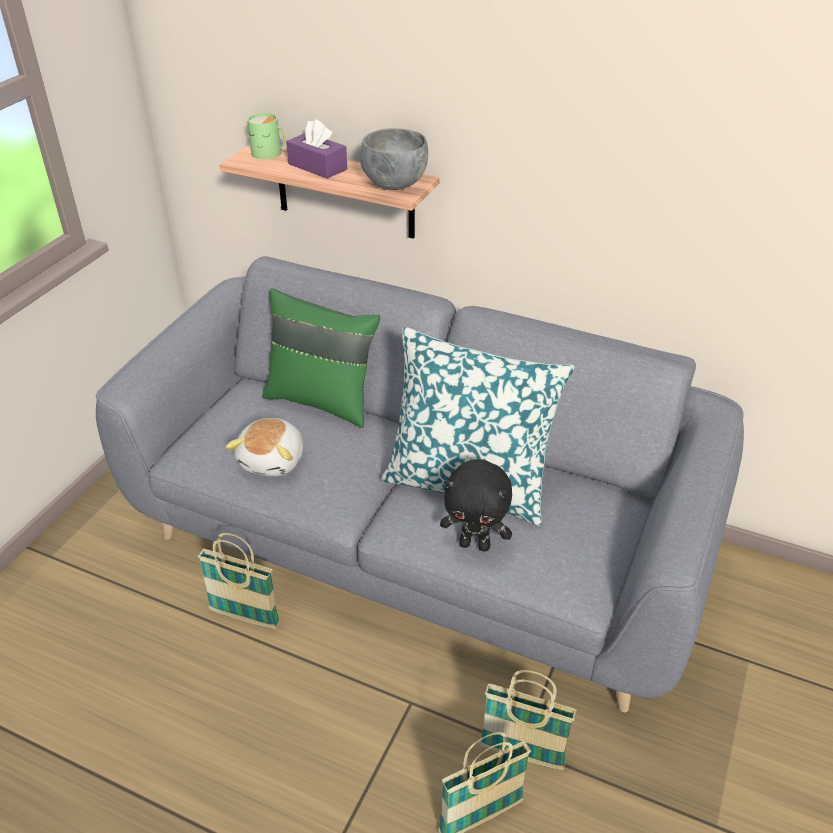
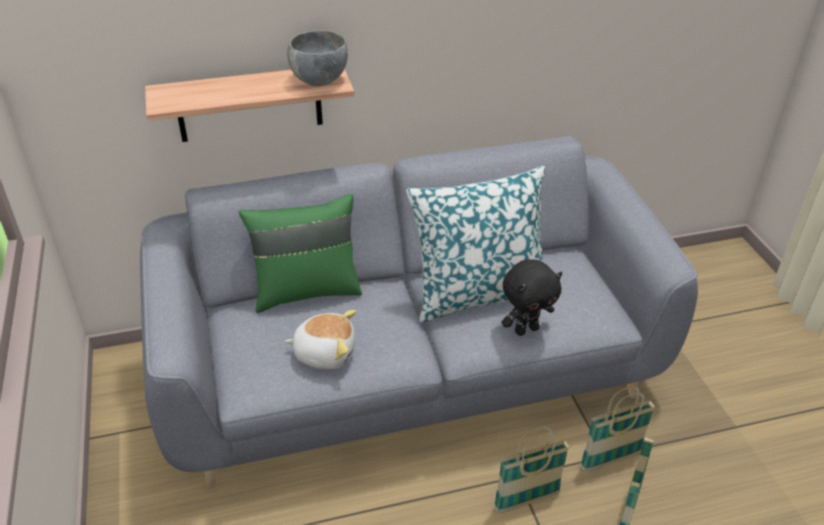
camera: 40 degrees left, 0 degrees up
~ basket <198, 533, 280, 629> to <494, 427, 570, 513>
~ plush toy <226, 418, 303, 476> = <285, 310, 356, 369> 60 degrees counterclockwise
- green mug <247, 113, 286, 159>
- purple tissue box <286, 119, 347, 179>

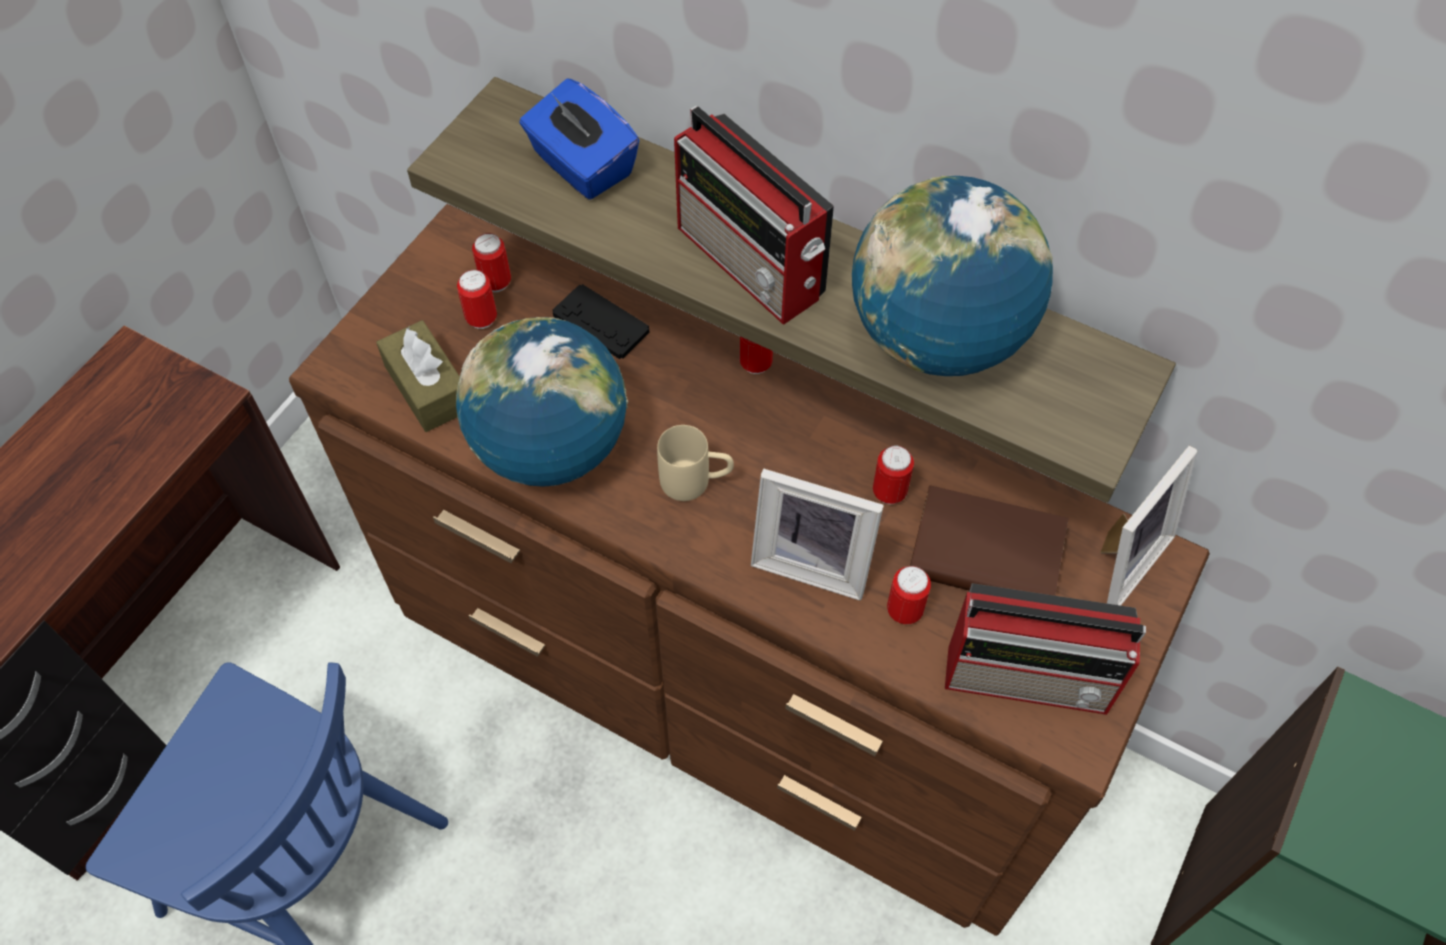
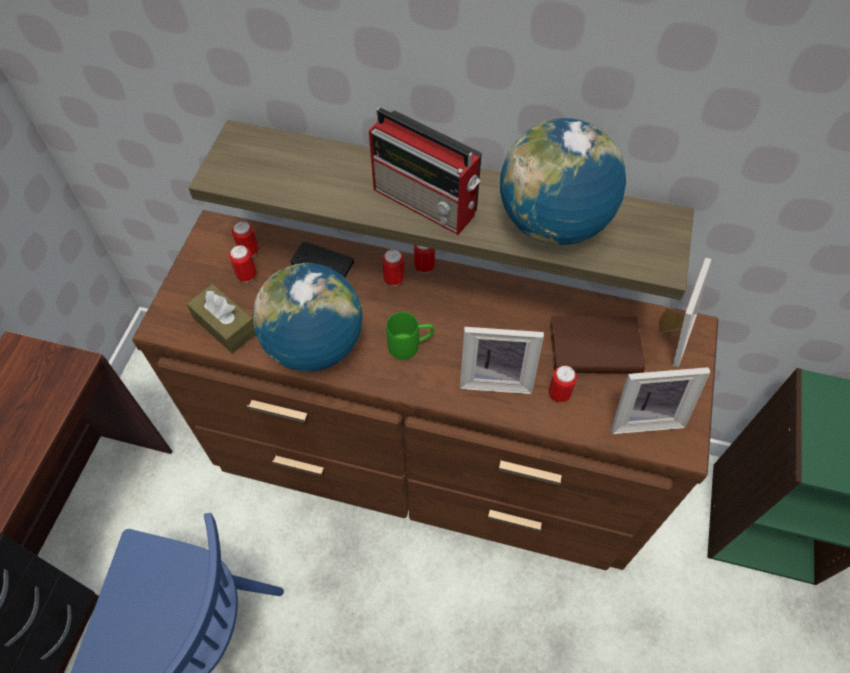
camera: 15 degrees left, 0 degrees up
- blue tissue box <520, 79, 639, 200>
~ beige mug <657, 425, 734, 501> to green mug <386, 312, 434, 360>
~ can <873, 445, 914, 504> to <382, 249, 404, 286>
~ radio <945, 583, 1146, 715> to picture frame <611, 367, 710, 434>

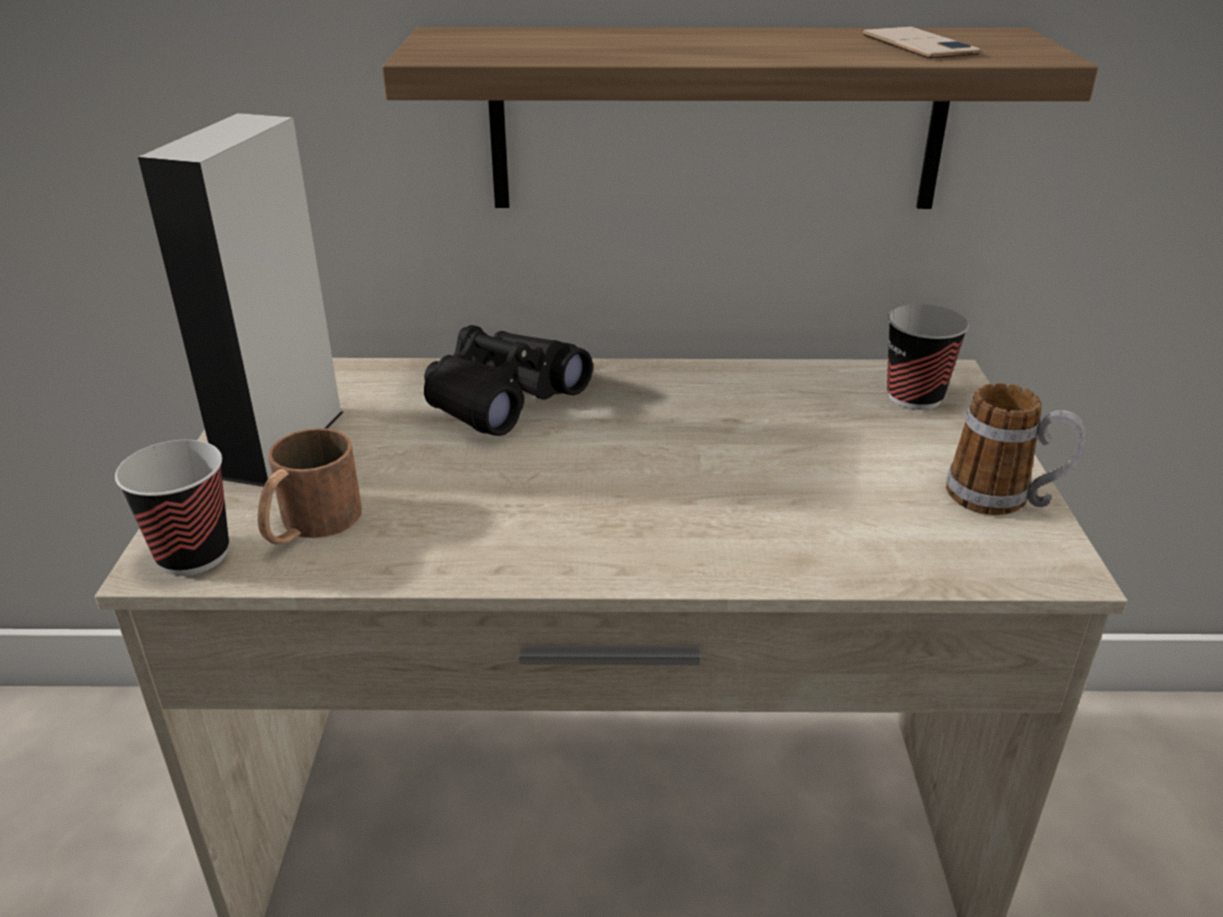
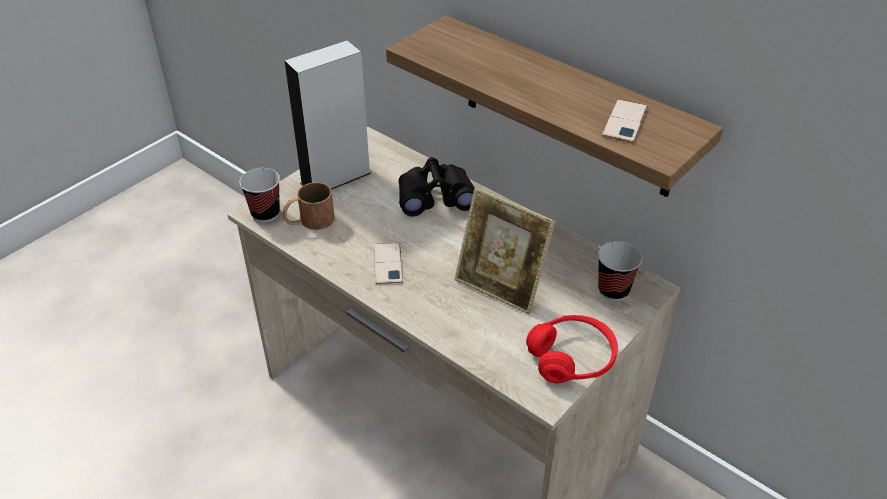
camera: 40 degrees right, 10 degrees up
~ mug <946, 383, 1086, 515> to red headphones <526, 315, 618, 383>
+ phone <374, 243, 403, 284>
+ picture frame <455, 187, 555, 315>

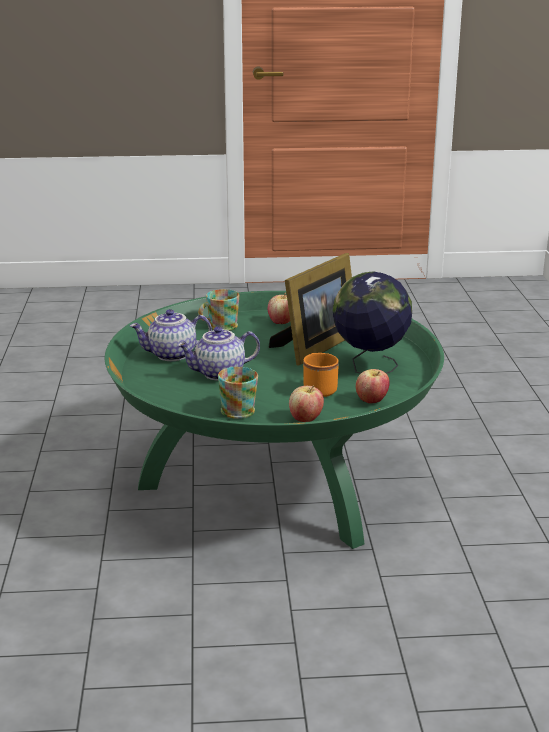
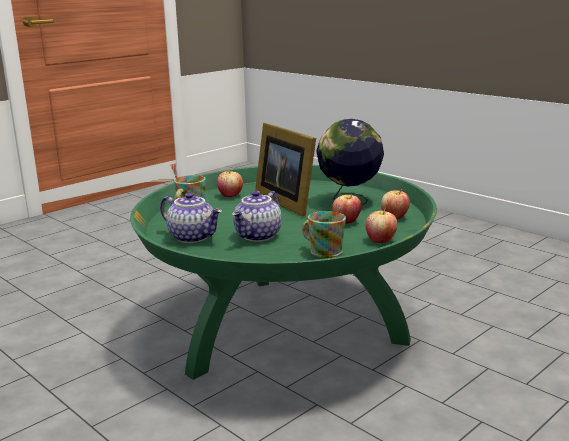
camera: 40 degrees left, 5 degrees down
~ teapot <130, 309, 212, 361> = <160, 192, 222, 243> 90 degrees counterclockwise
~ picture frame <269, 253, 352, 365> = <255, 123, 316, 217> 150 degrees clockwise
~ orange mug <303, 353, 339, 397> to apple <332, 195, 361, 224>

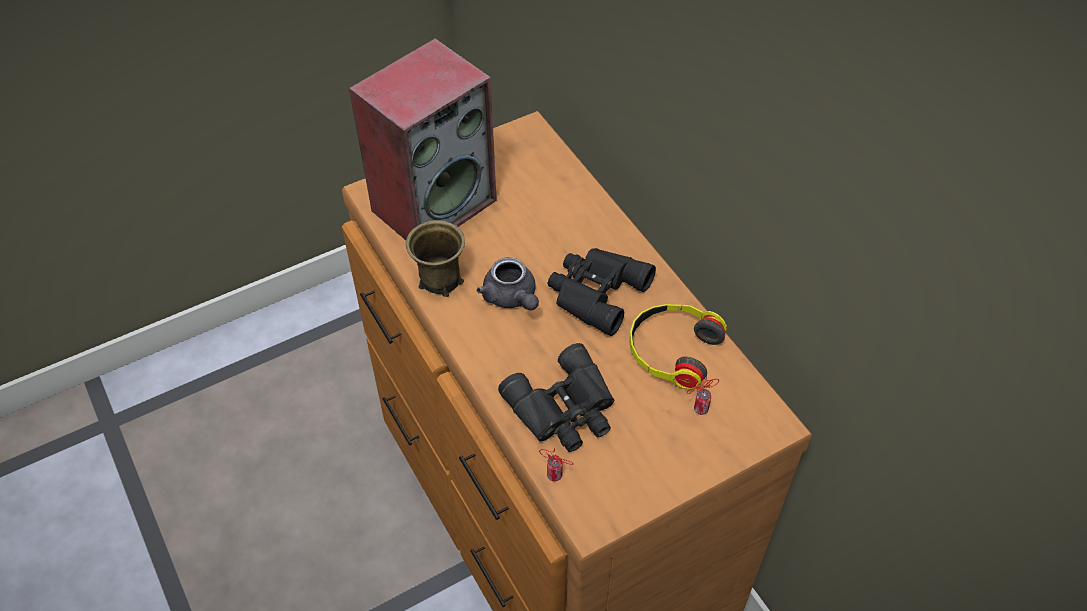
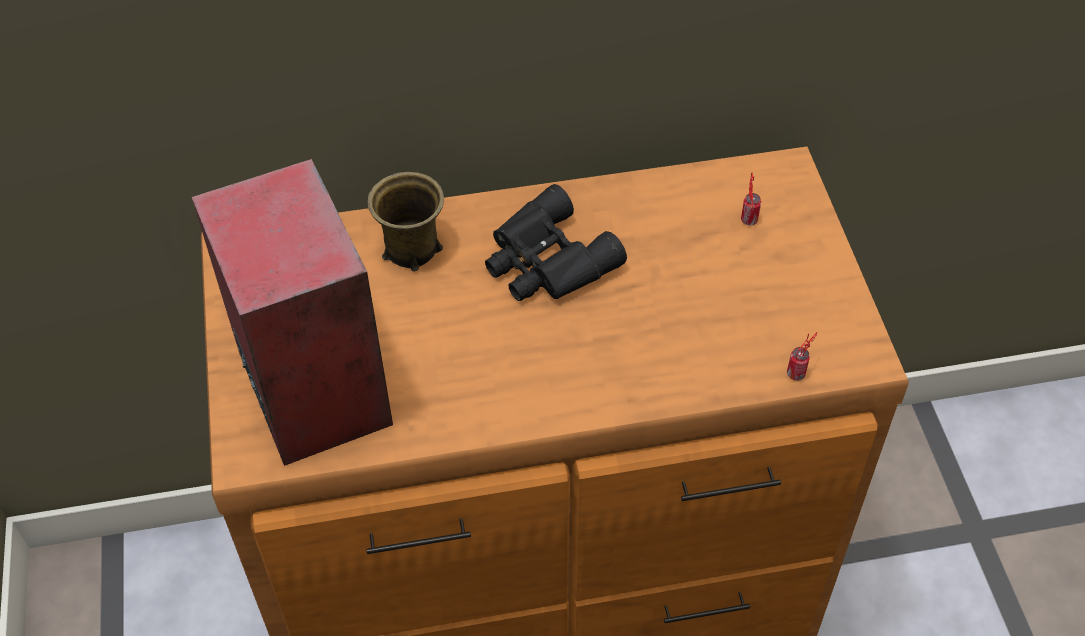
camera: 70 degrees left, 0 degrees up
~ brown mug <406, 220, 465, 297> to <368, 172, 444, 271>
- grey teapot <477, 257, 539, 310>
- black binoculars <498, 343, 614, 452>
- headphones <629, 304, 727, 389>

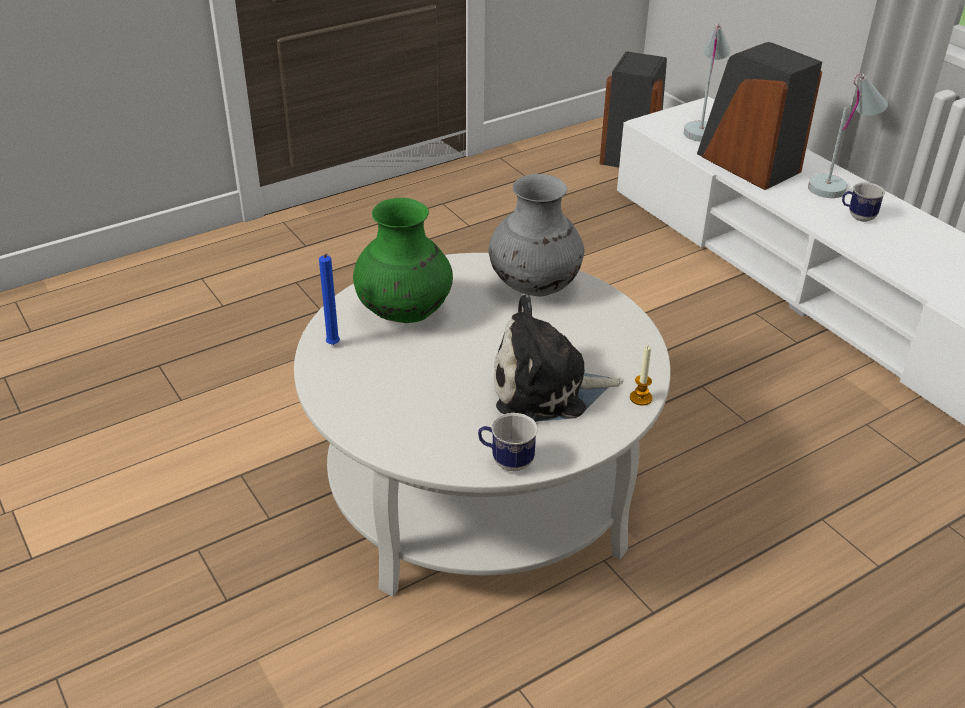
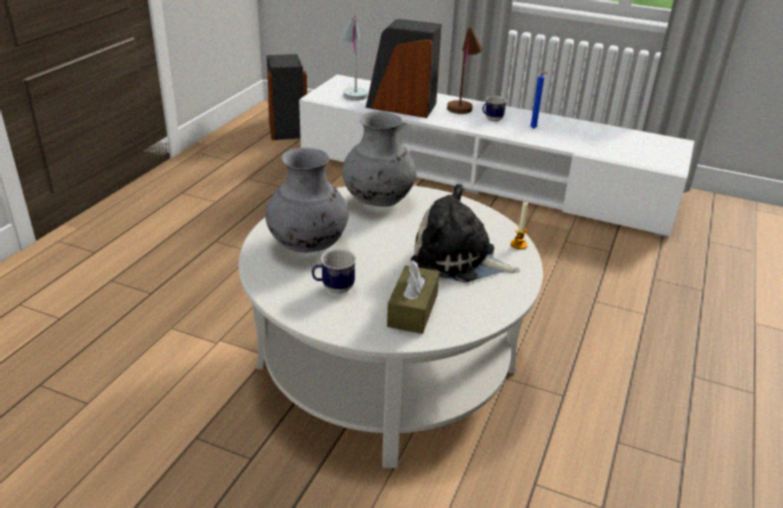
camera: 35 degrees left, 5 degrees down
~ blue candle <319, 254, 340, 345> to <530, 72, 548, 129>
~ green vase <353, 198, 453, 323> to grey vase <265, 148, 349, 253>
~ mug <478, 413, 538, 471> to <312, 249, 356, 294>
~ plush toy <494, 295, 623, 422> = <411, 184, 520, 283> 60 degrees clockwise
~ white table lamp <808, 73, 888, 198> to brown table lamp <447, 26, 482, 114>
+ brown tissue box <387, 260, 440, 334>

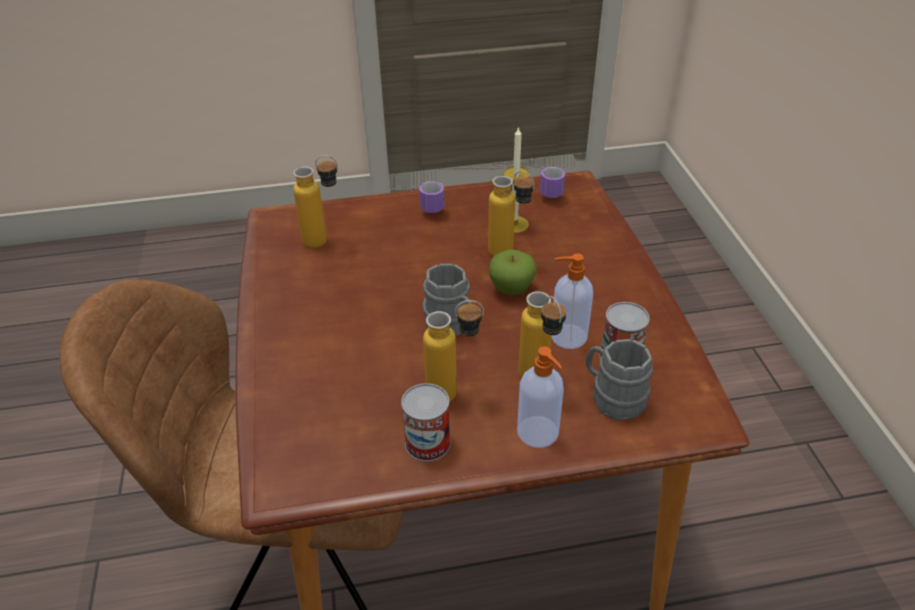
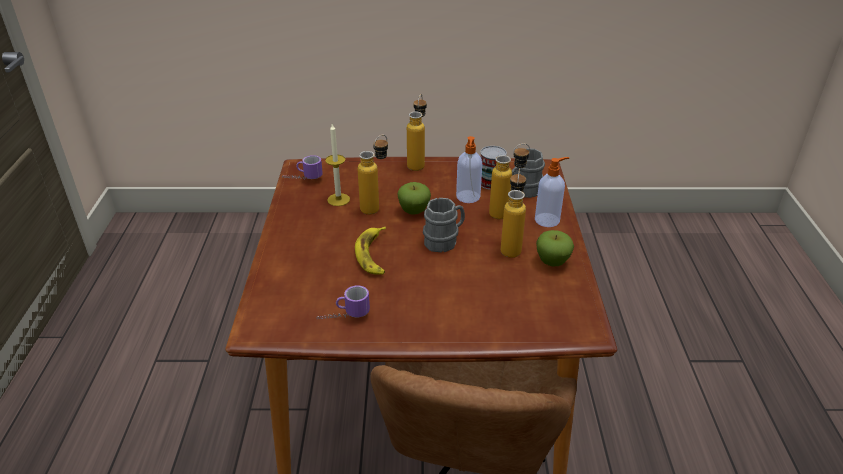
camera: 80 degrees left, 5 degrees down
~ bottle <293, 155, 338, 248> to <407, 94, 427, 171>
~ can <401, 383, 451, 462> to apple <536, 230, 574, 266>
~ mug <419, 181, 444, 213> to <317, 285, 370, 319>
+ banana <355, 226, 386, 275>

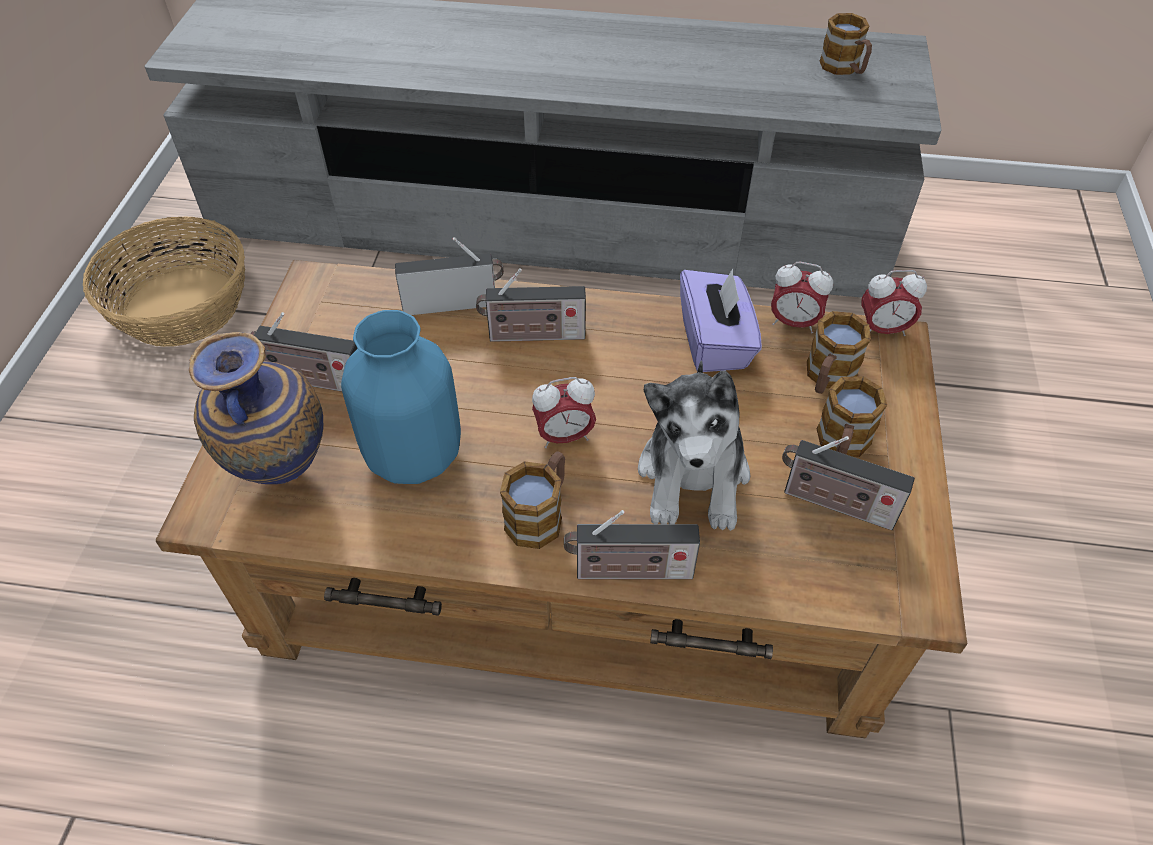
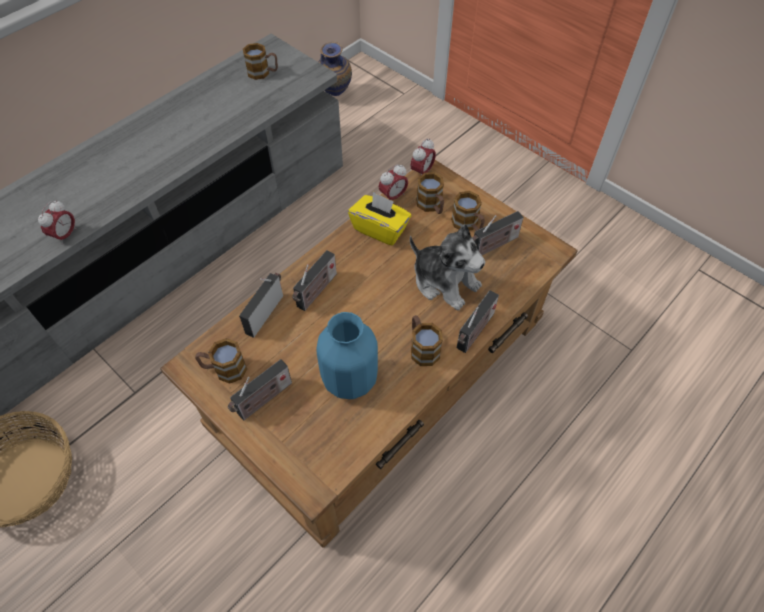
camera: 55 degrees left, 5 degrees up
~ vase <189, 332, 323, 484> to <318, 42, 352, 96>
~ alarm clock <532, 377, 596, 448> to <38, 200, 76, 245>
~ purple tissue box <680, 269, 762, 372> to yellow tissue box <348, 192, 411, 246>
+ mug <195, 338, 247, 384>

